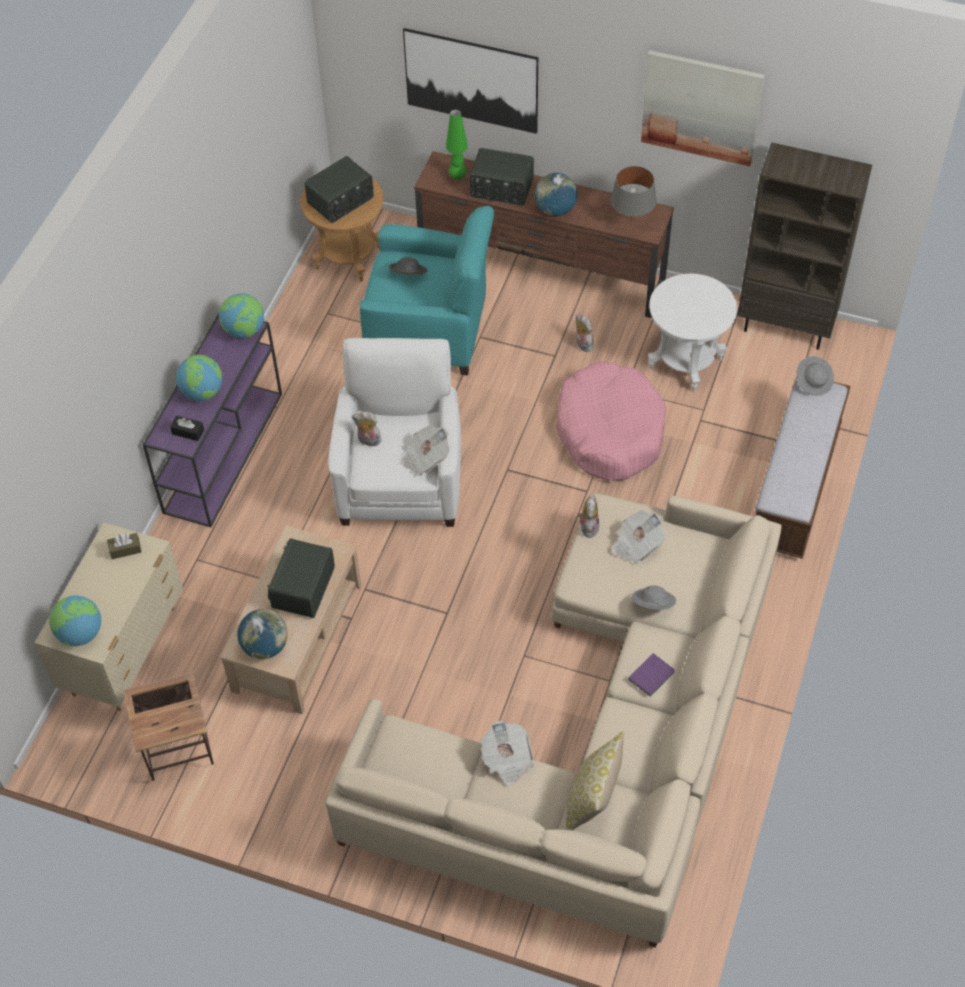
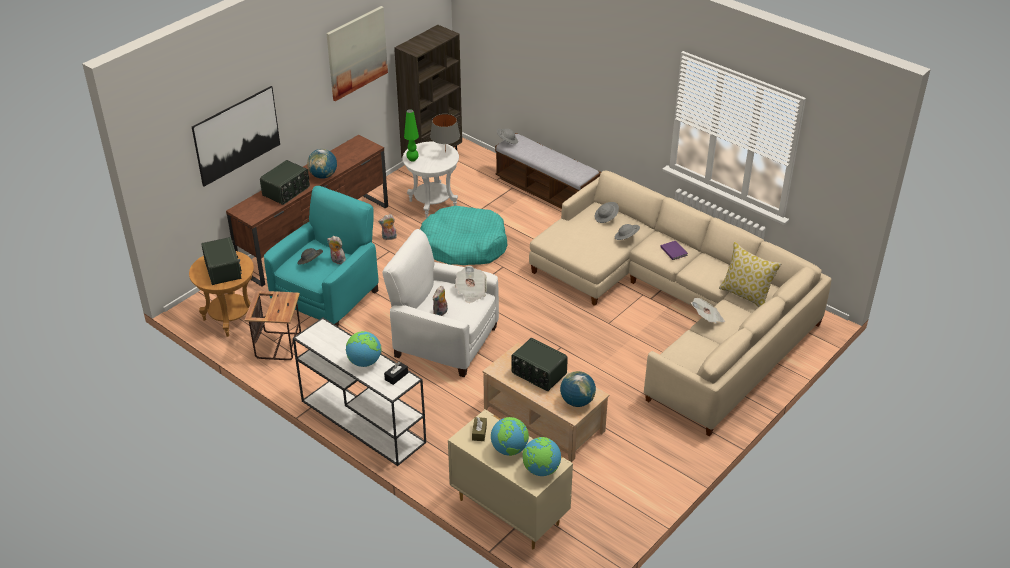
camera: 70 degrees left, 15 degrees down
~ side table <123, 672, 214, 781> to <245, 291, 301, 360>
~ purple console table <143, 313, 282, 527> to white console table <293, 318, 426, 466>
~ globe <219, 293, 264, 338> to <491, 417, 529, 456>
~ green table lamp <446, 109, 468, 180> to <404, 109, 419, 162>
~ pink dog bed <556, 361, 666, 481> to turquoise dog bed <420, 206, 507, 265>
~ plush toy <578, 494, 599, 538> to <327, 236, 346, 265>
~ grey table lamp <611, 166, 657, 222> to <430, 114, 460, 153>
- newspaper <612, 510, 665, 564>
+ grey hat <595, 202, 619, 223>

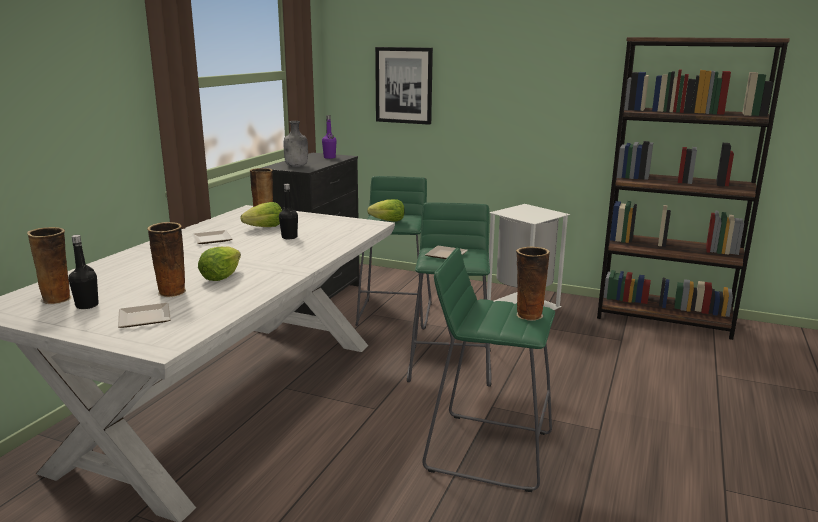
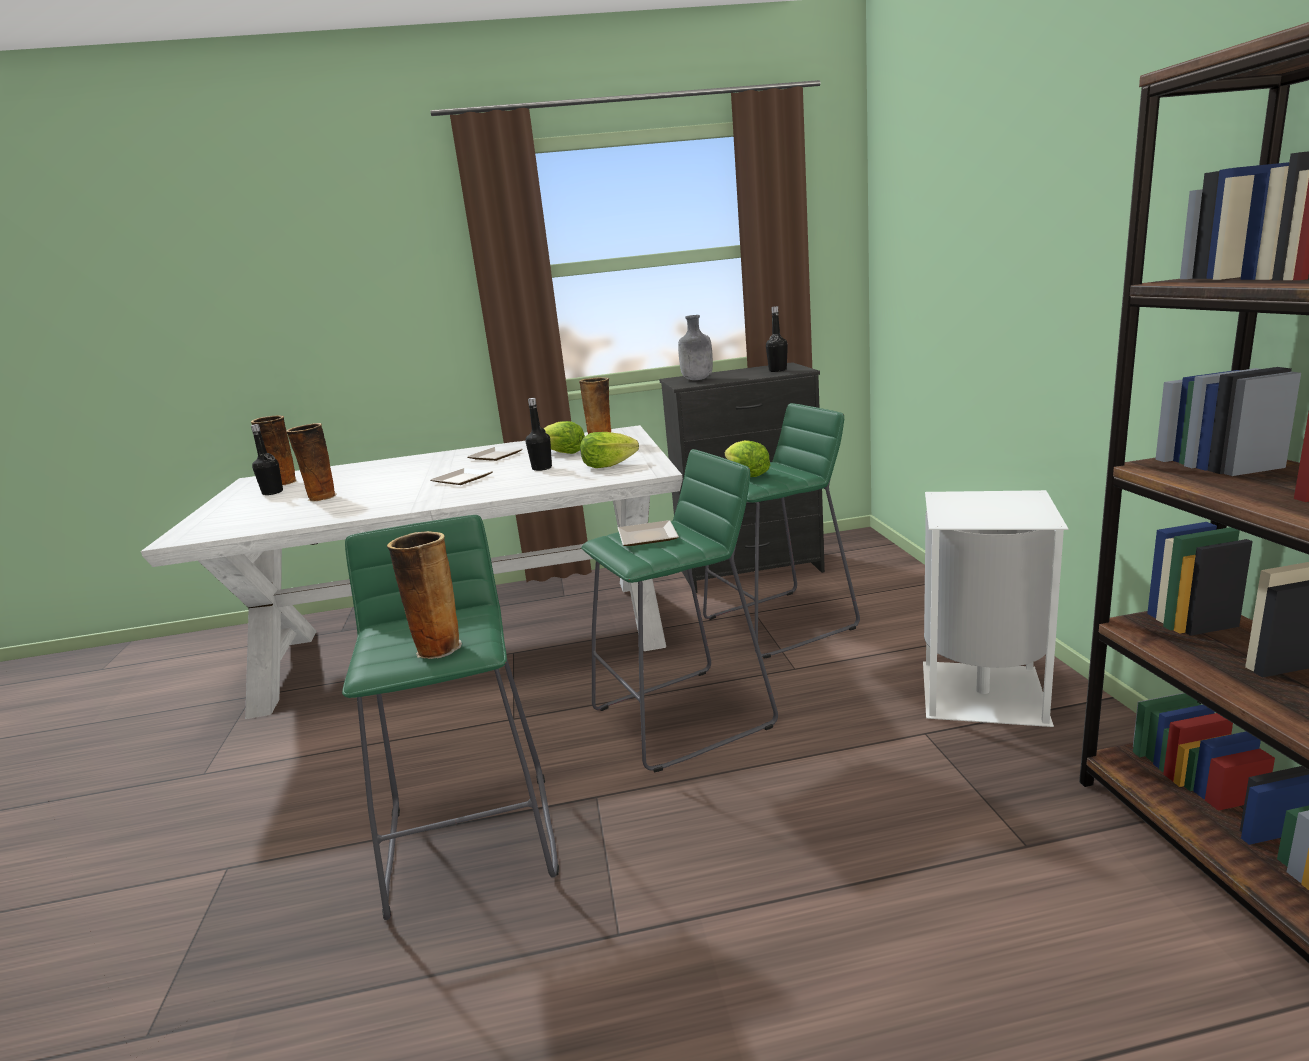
camera: 60 degrees right, 0 degrees up
~ plate <118, 303, 171, 328> to <431, 468, 493, 485>
~ lettuce <198, 247, 241, 281> to <580, 432, 639, 468>
~ purple bottle <322, 115, 336, 159> to black bottle <766, 306, 788, 372>
- picture <375, 47, 433, 125>

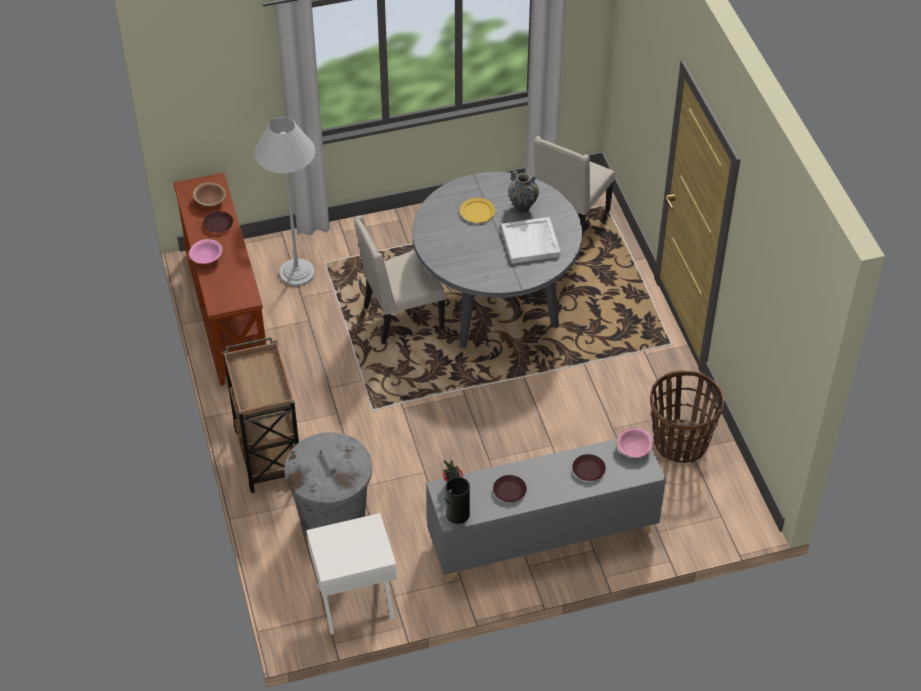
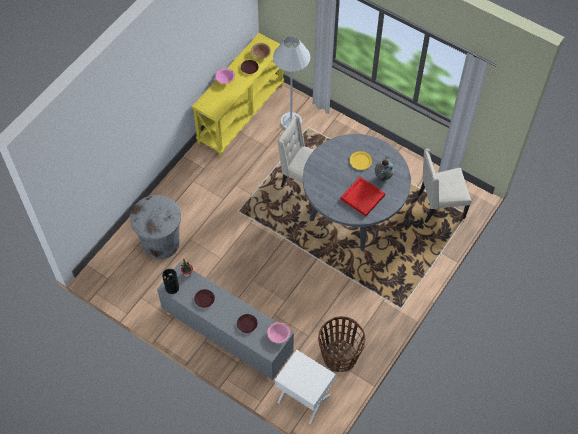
camera: 50 degrees right, 10 degrees up
~ brown console table <173, 173, 266, 386> to yellow console table <192, 33, 284, 157>
- brown cart <223, 337, 299, 493>
~ white nightstand <306, 513, 397, 634> to <275, 350, 336, 424>
~ white tray <501, 217, 561, 264> to red tray <340, 177, 385, 216>

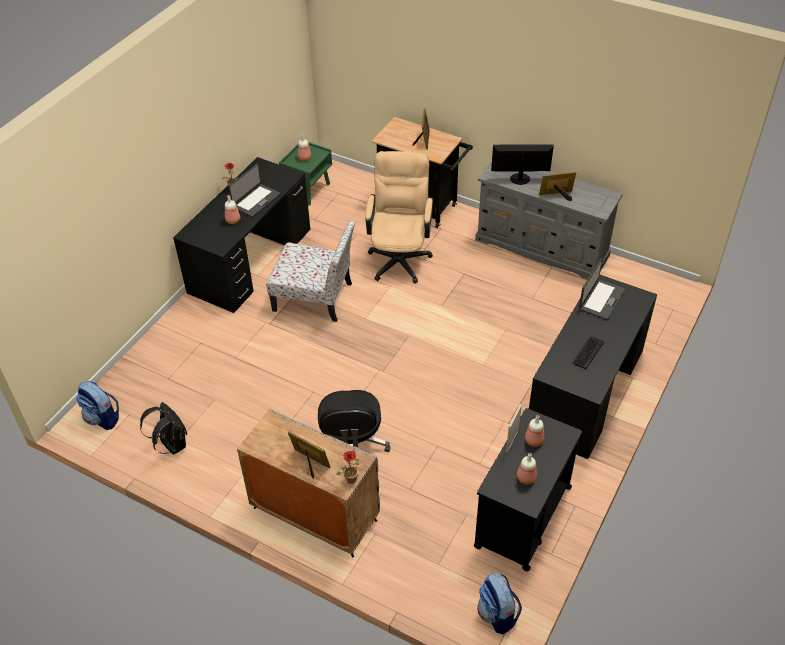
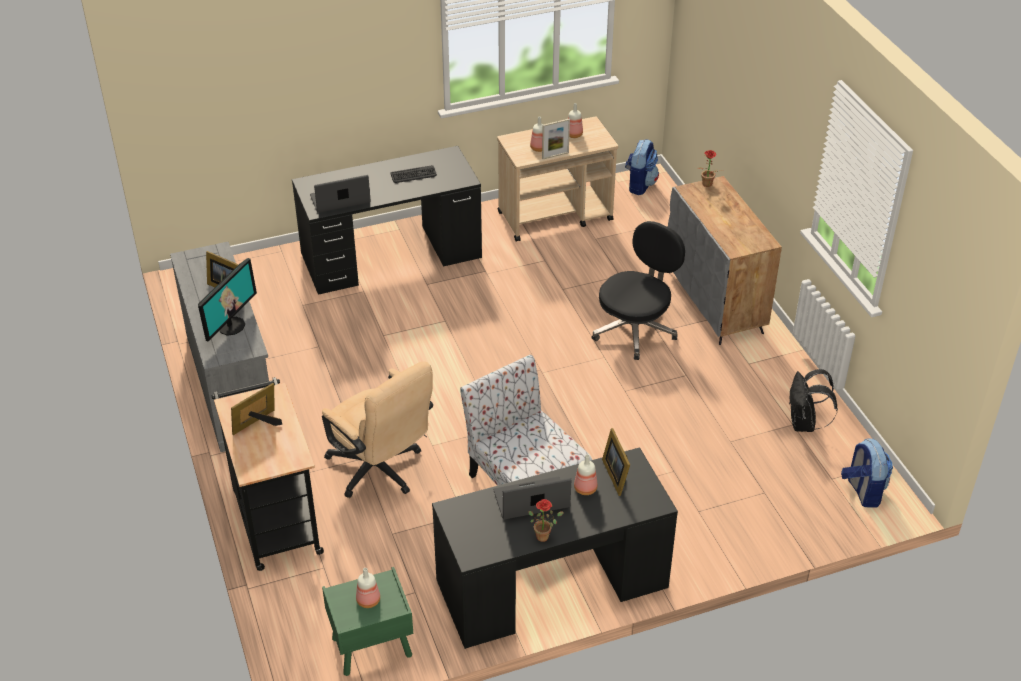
camera: 140 degrees left, 5 degrees down
~ picture frame <288, 431, 331, 479> to <602, 428, 630, 496>
~ beige office chair <365, 151, 433, 283> = <322, 361, 433, 498> 90 degrees counterclockwise
~ black cart <474, 408, 582, 571> to beige cart <497, 116, 618, 242>
~ monitor <491, 145, 554, 185> = <198, 258, 257, 342> 105 degrees counterclockwise

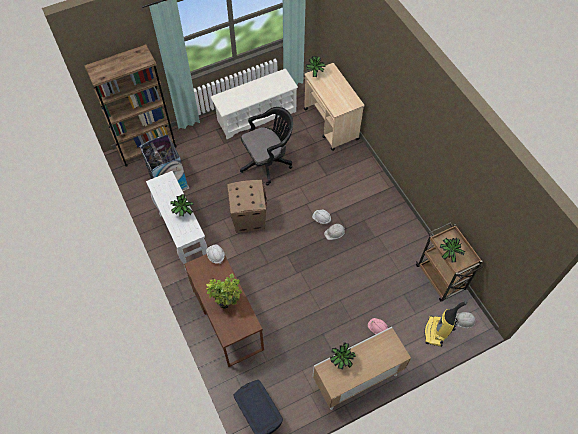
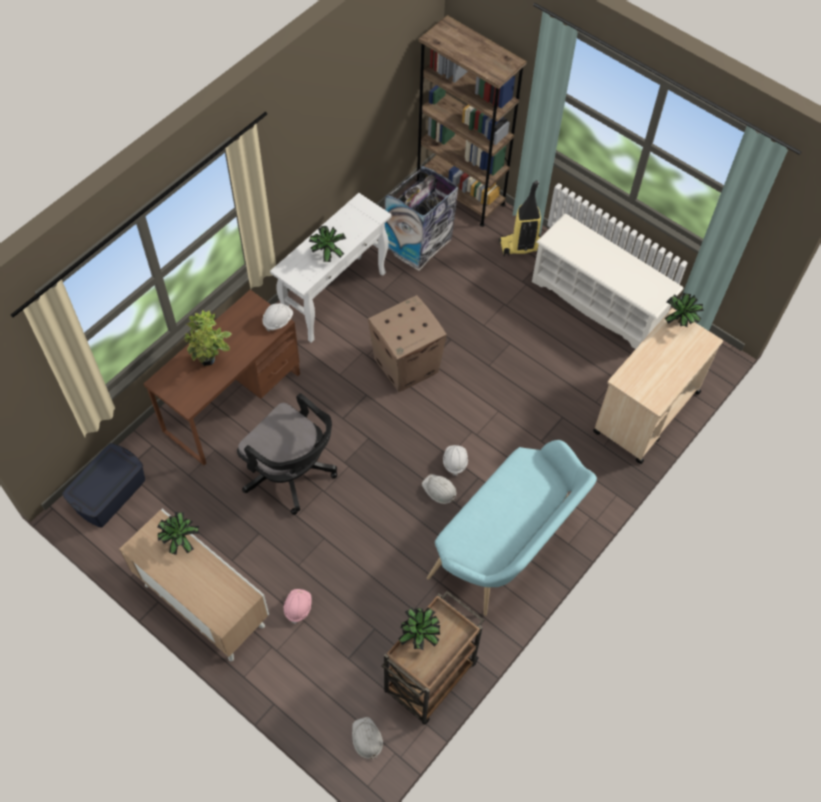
camera: 65 degrees right, 0 degrees up
~ black office chair <240, 107, 293, 186> to <237, 393, 337, 515>
~ vacuum cleaner <424, 301, 467, 347> to <499, 181, 541, 256>
+ turquoise bench <427, 440, 597, 616>

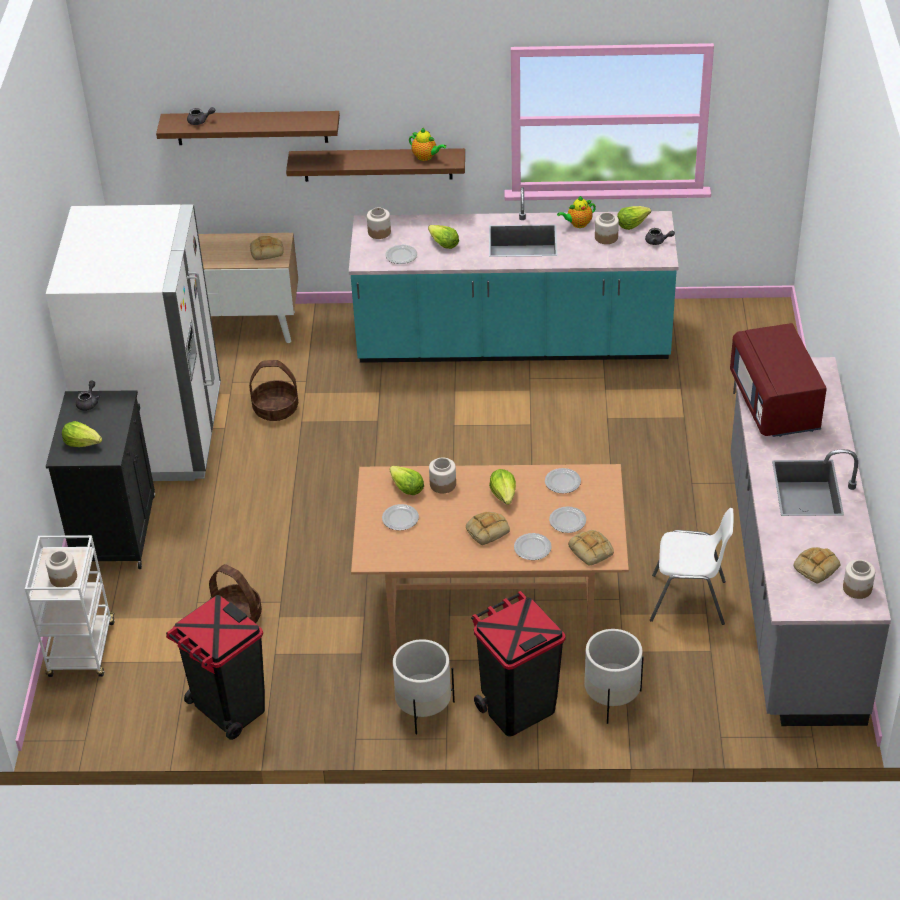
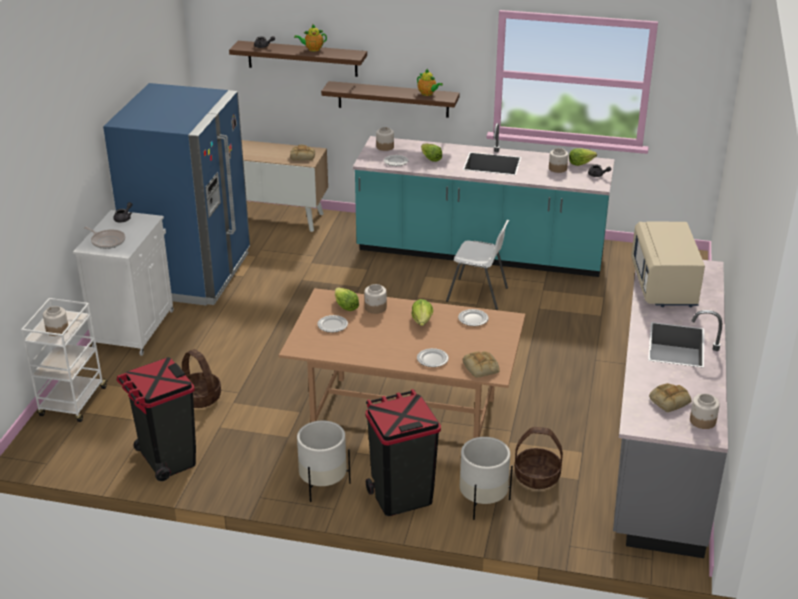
camera: 10 degrees right, 10 degrees down
~ white fridge <46, 204, 221, 481> to blue fridge <103, 83, 250, 306>
~ black cabinet <46, 390, 155, 569> to white cabinet <73, 210, 174, 356>
~ lettuce <62, 421, 102, 447> to frying pan <84, 227, 125, 249>
~ basket <249, 360, 298, 421> to <514, 427, 563, 489>
- bread <466, 512, 510, 545>
- plate <549, 506, 586, 533>
~ teapot <557, 196, 596, 228> to <294, 24, 327, 51>
~ white chair <650, 508, 734, 625> to <446, 220, 509, 310>
~ red microwave <730, 323, 827, 437> to beige microwave <631, 222, 705, 307>

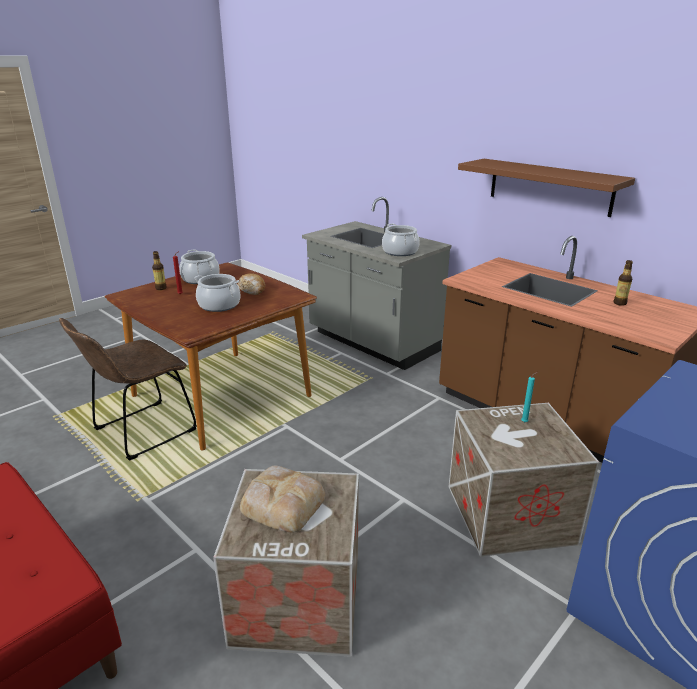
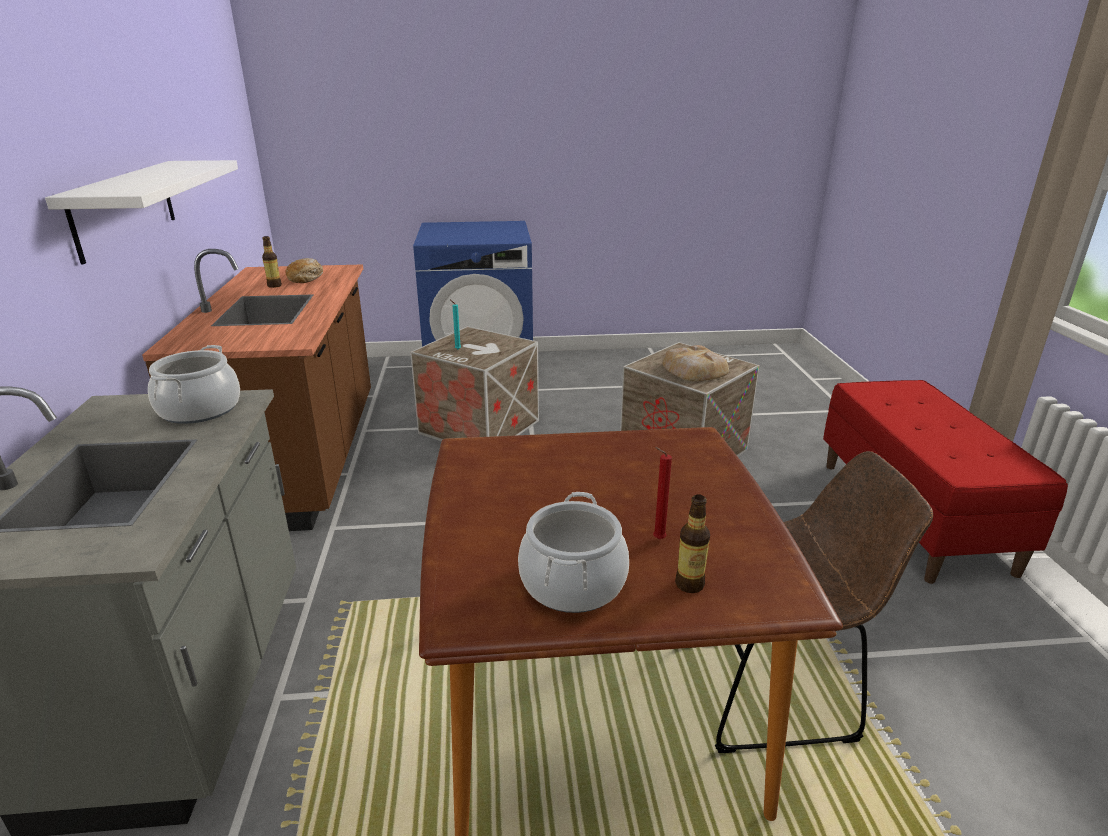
camera: 140 degrees left, 0 degrees up
- cooking pot <194, 274, 240, 312>
~ bread <238, 273, 265, 295> to <285, 258, 323, 283>
~ brown shelf <458, 159, 635, 217> to white shelf <45, 160, 238, 265>

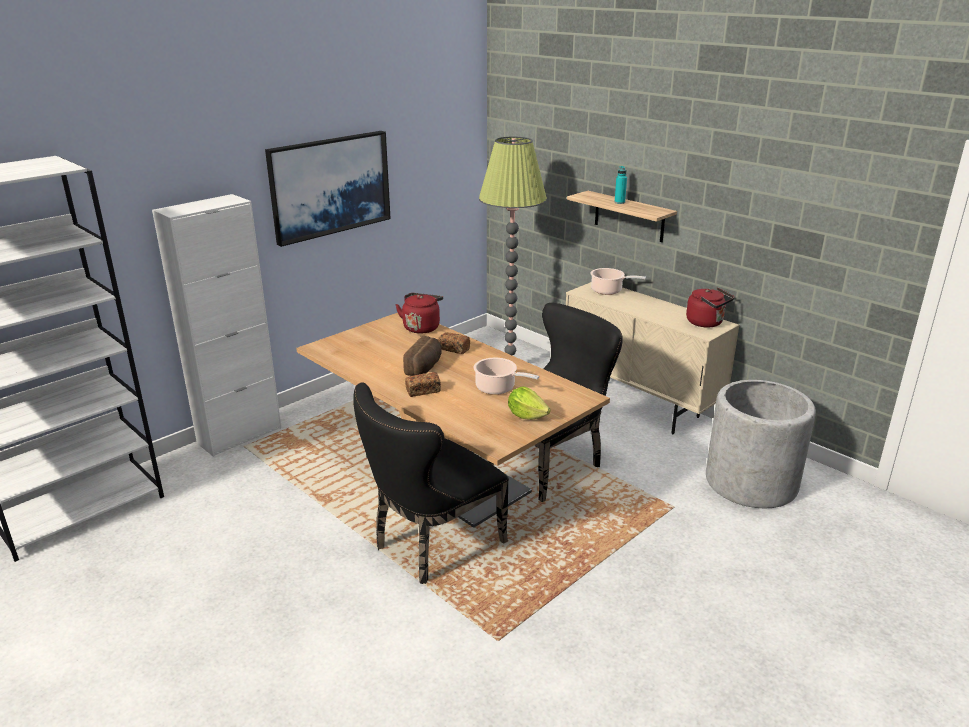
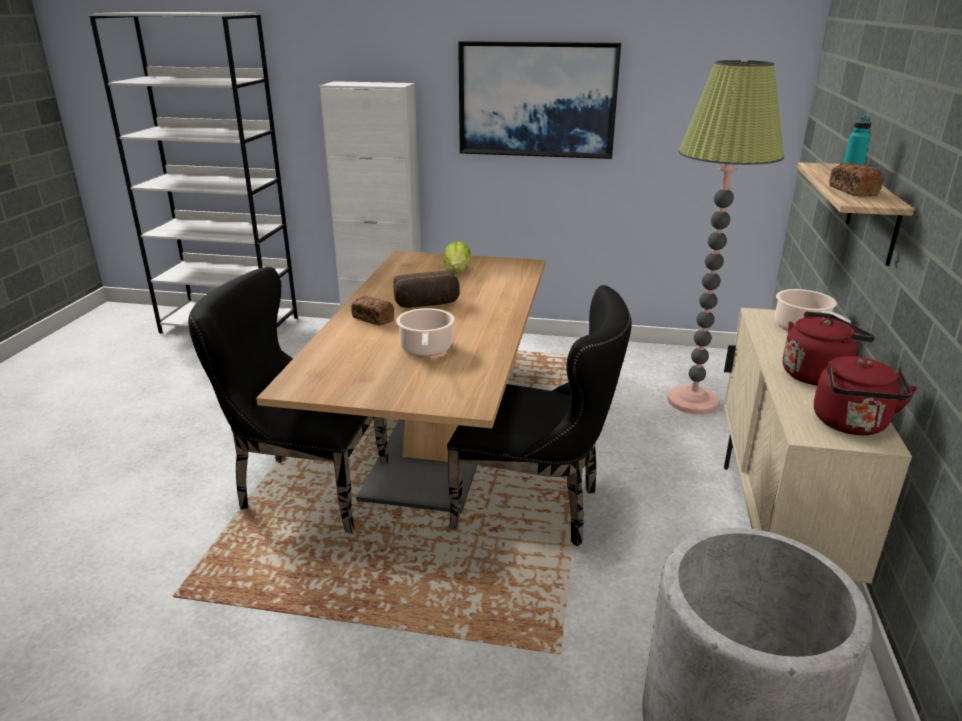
camera: 55 degrees right, 0 degrees up
~ red kettle <396, 293, 443, 334> to <783, 311, 875, 385>
~ bread <438, 332, 470, 354> to <829, 163, 884, 196>
~ lettuce <508, 386, 551, 420> to <444, 241, 471, 273>

